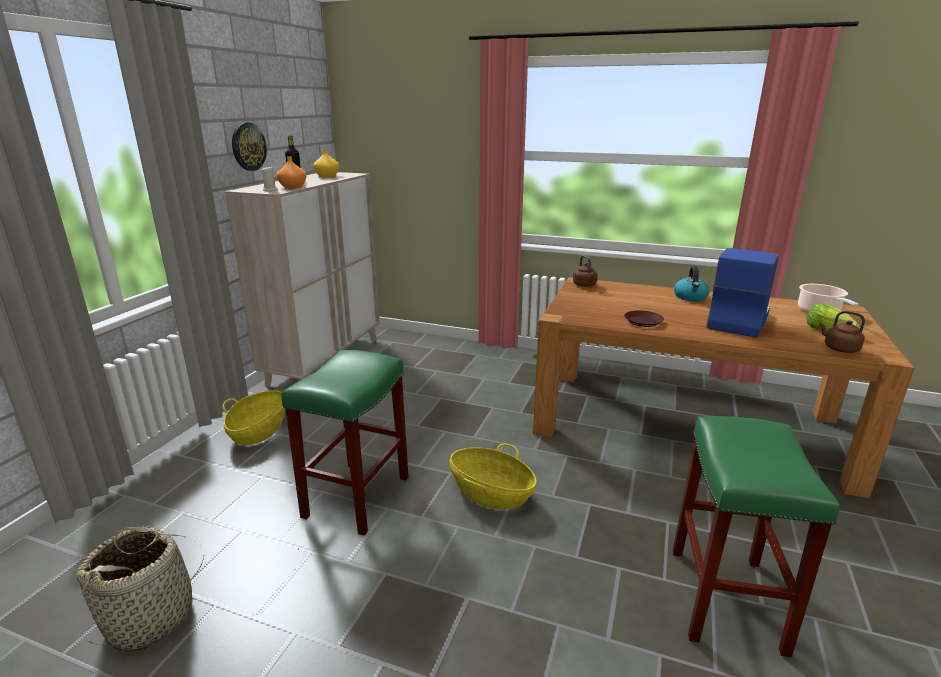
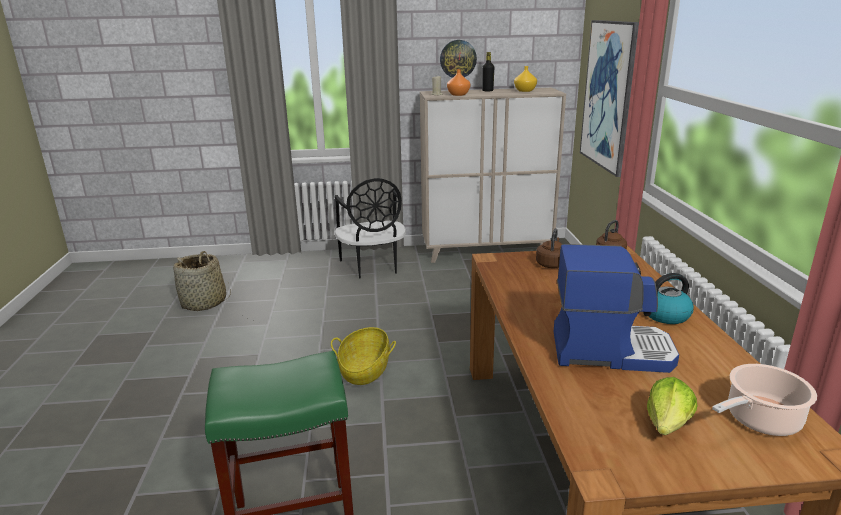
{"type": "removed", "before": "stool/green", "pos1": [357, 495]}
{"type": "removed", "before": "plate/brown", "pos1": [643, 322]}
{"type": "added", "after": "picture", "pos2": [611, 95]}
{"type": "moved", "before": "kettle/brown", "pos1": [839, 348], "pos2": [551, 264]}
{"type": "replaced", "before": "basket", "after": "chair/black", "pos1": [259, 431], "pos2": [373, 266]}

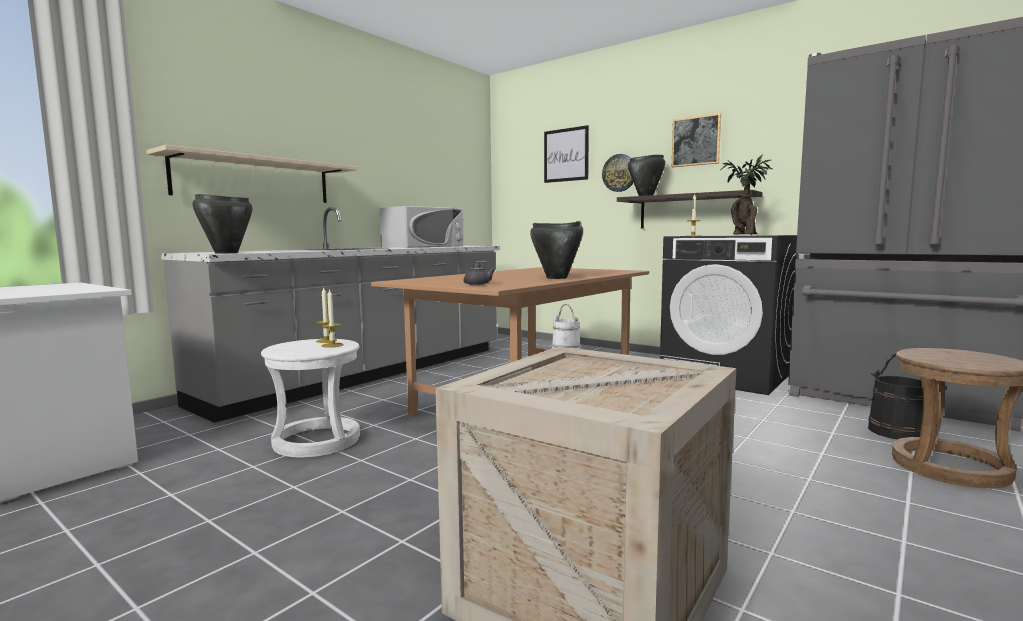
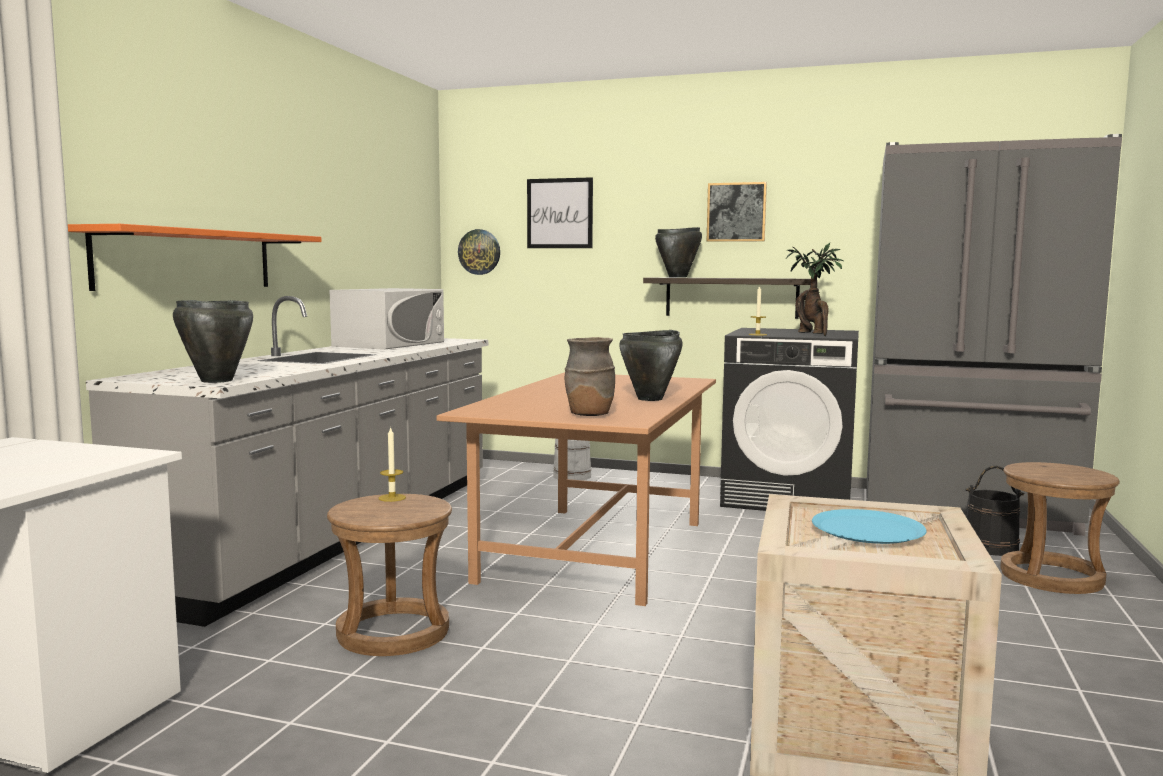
{"type": "removed", "before": "candle", "pos1": [332, 345]}
{"type": "added", "after": "plate/blue", "pos2": [868, 529]}
{"type": "moved", "before": "wall clock", "pos1": [619, 173], "pos2": [479, 252]}
{"type": "replaced", "before": "teapot/grey", "after": "vase/brown", "pos1": [477, 283], "pos2": [589, 415]}
{"type": "recoloured", "before": "shelf/beige", "after": "shelf/orange", "pos1": [254, 180], "pos2": [187, 260]}
{"type": "recoloured", "before": "stool/white", "after": "stool/brown", "pos1": [317, 441], "pos2": [394, 632]}

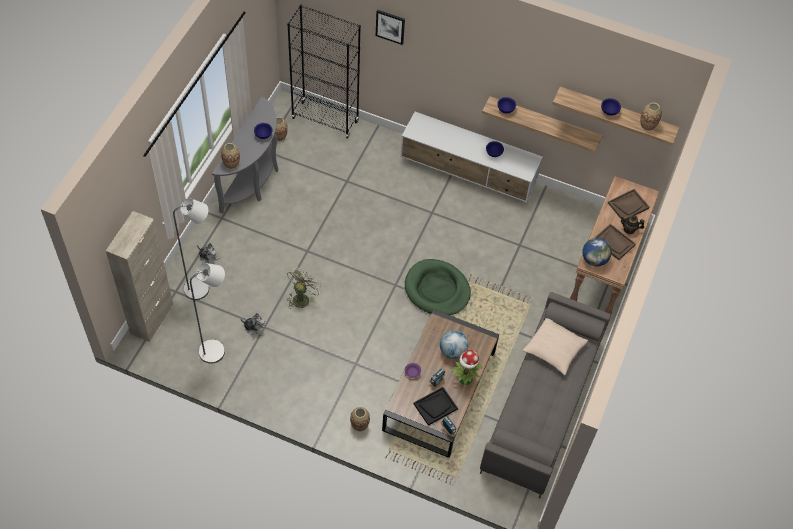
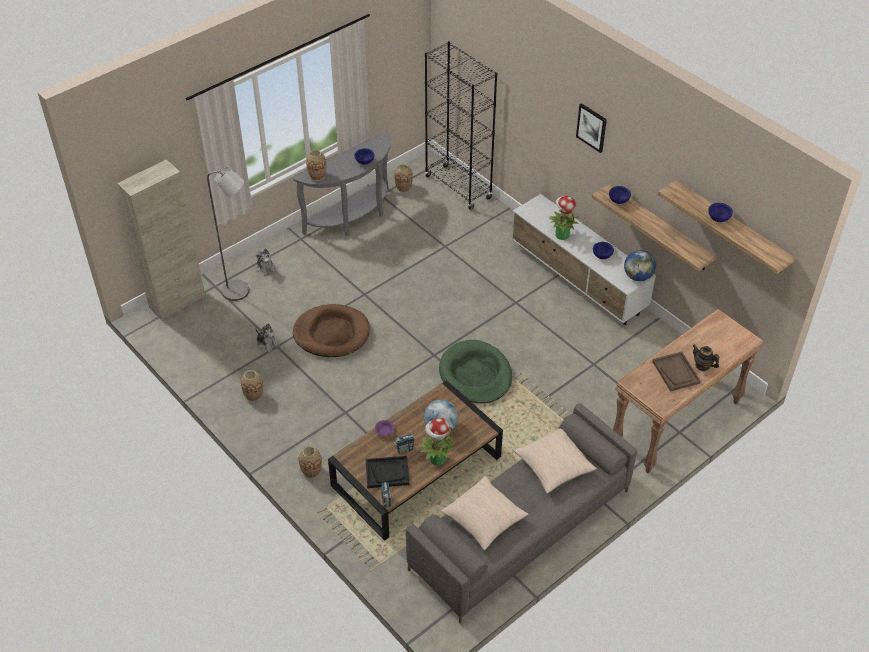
{"type": "removed", "before": "floor lamp/grey", "pos1": [216, 349]}
{"type": "removed", "before": "tray/brown", "pos1": [628, 205]}
{"type": "added", "after": "pillow/beige", "pos2": [484, 518]}
{"type": "added", "after": "potted plant", "pos2": [561, 234]}
{"type": "moved", "before": "picture", "pos1": [390, 26], "pos2": [592, 127]}
{"type": "moved", "before": "globe", "pos1": [594, 259], "pos2": [638, 276]}
{"type": "moved", "before": "vase", "pos1": [647, 125], "pos2": [253, 395]}
{"type": "replaced", "before": "fan/green", "after": "dog bed/brown", "pos1": [302, 297], "pos2": [331, 333]}

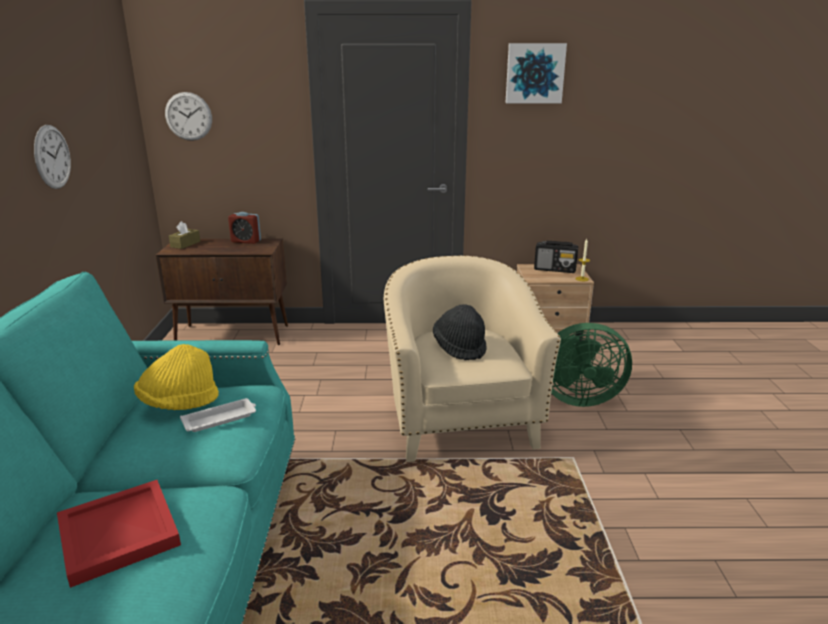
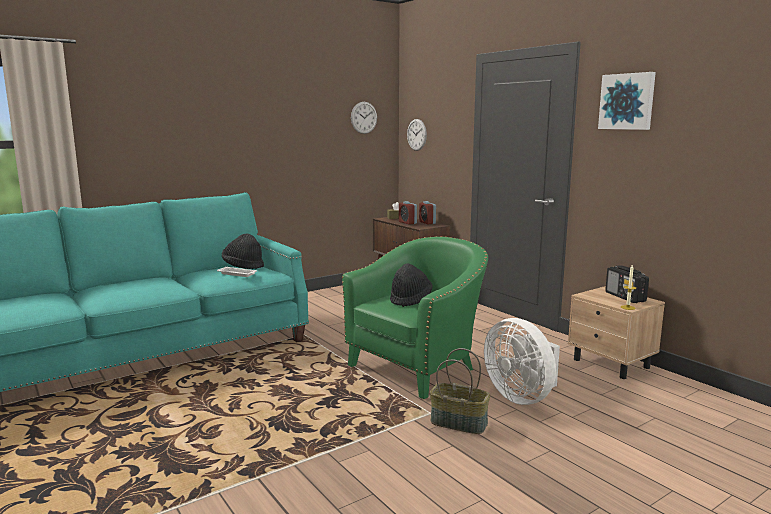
{"type": "removed", "before": "tray/red", "pos1": [120, 532]}
{"type": "added", "after": "alarm clock", "pos2": [407, 223]}
{"type": "added", "after": "basket", "pos2": [459, 422]}
{"type": "moved", "before": "wall clock", "pos1": [52, 157], "pos2": [364, 117]}
{"type": "recoloured", "before": "hat/yellow", "after": "hat/black", "pos1": [179, 403], "pos2": [243, 266]}
{"type": "recoloured", "before": "armchair/beige", "after": "armchair/green", "pos1": [460, 420], "pos2": [418, 367]}
{"type": "recoloured", "before": "fan/green", "after": "fan/white", "pos1": [575, 397], "pos2": [521, 396]}

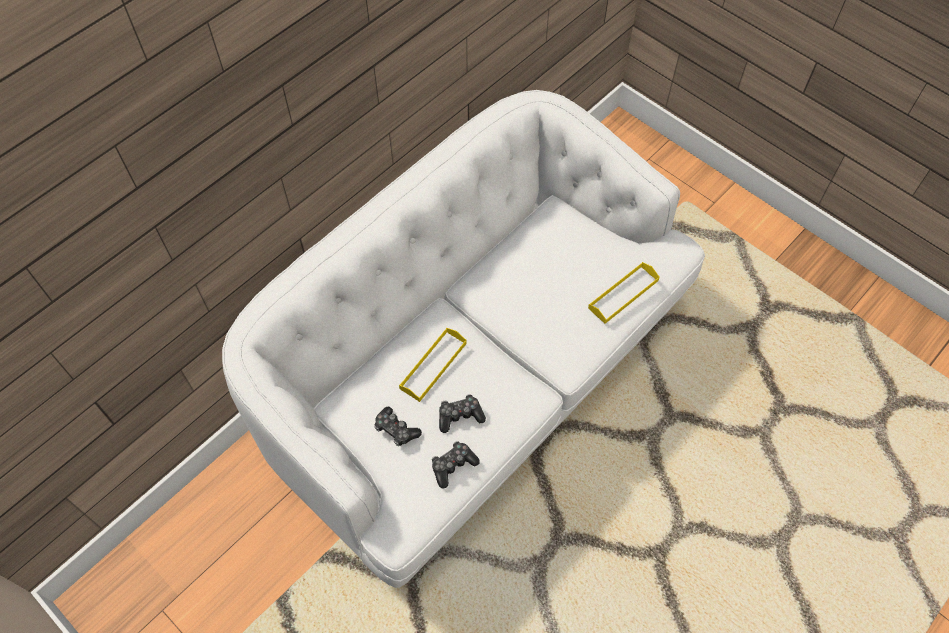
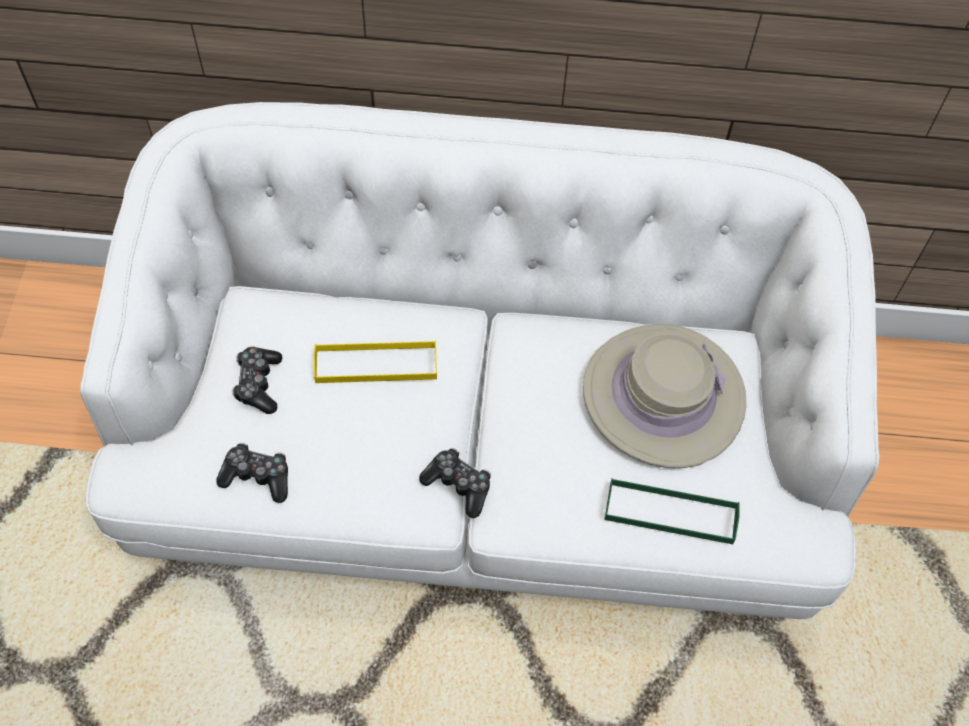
{"type": "added", "after": "hat/beige", "pos2": [663, 396]}
{"type": "moved", "before": "game controller", "pos1": [460, 416], "pos2": [458, 485]}
{"type": "recoloured", "before": "tray/yellow", "after": "tray/green", "pos1": [623, 294], "pos2": [670, 513]}

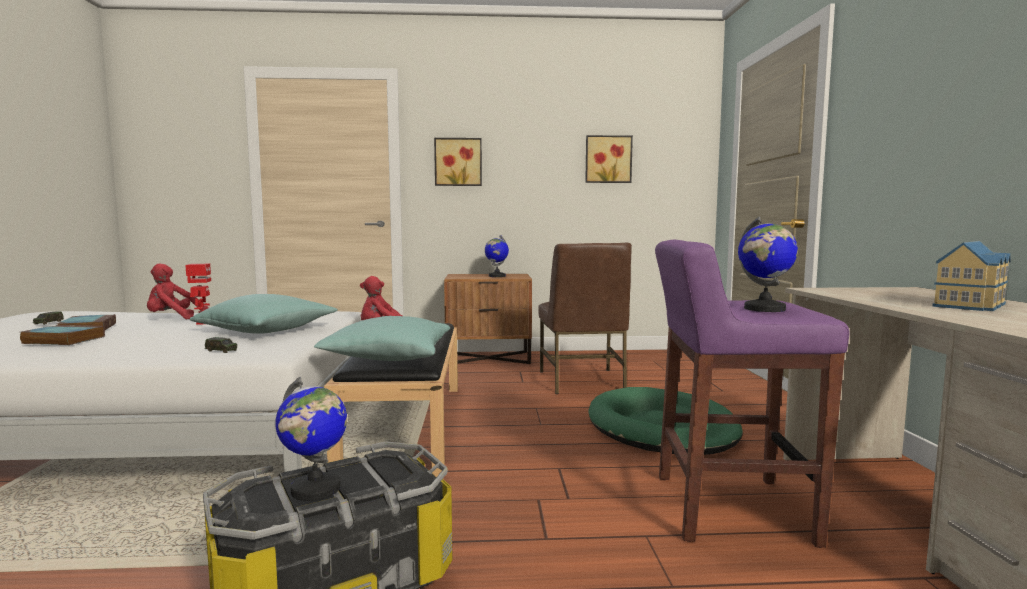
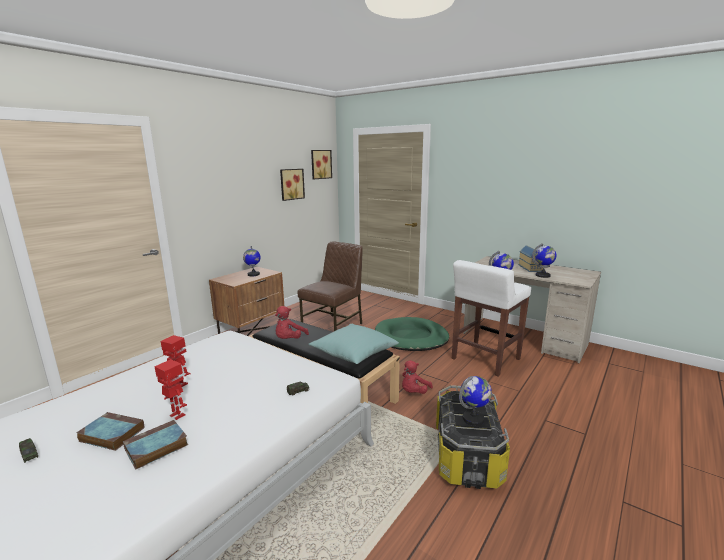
{"type": "removed", "before": "pillow/turquoise", "pos1": [267, 331]}
{"type": "added", "after": "toy robot", "pos2": [176, 416]}
{"type": "added", "after": "globe", "pos2": [543, 275]}
{"type": "moved", "before": "plush toy/red", "pos1": [173, 318], "pos2": [414, 392]}
{"type": "moved", "before": "picture", "pos1": [458, 162], "pos2": [320, 164]}
{"type": "recoloured", "before": "stool/purple", "after": "stool/white", "pos1": [728, 508], "pos2": [485, 359]}
{"type": "turned", "before": "chair/brown", "pos1": [582, 381], "pos2": [334, 326], "turn": -90}

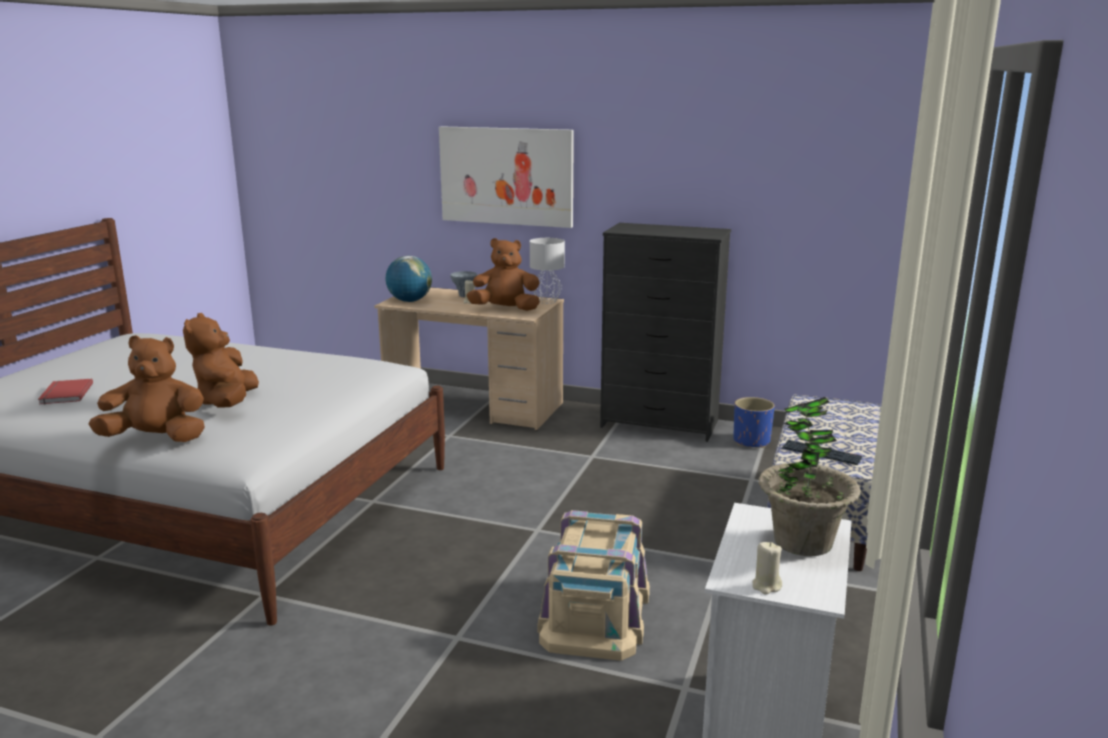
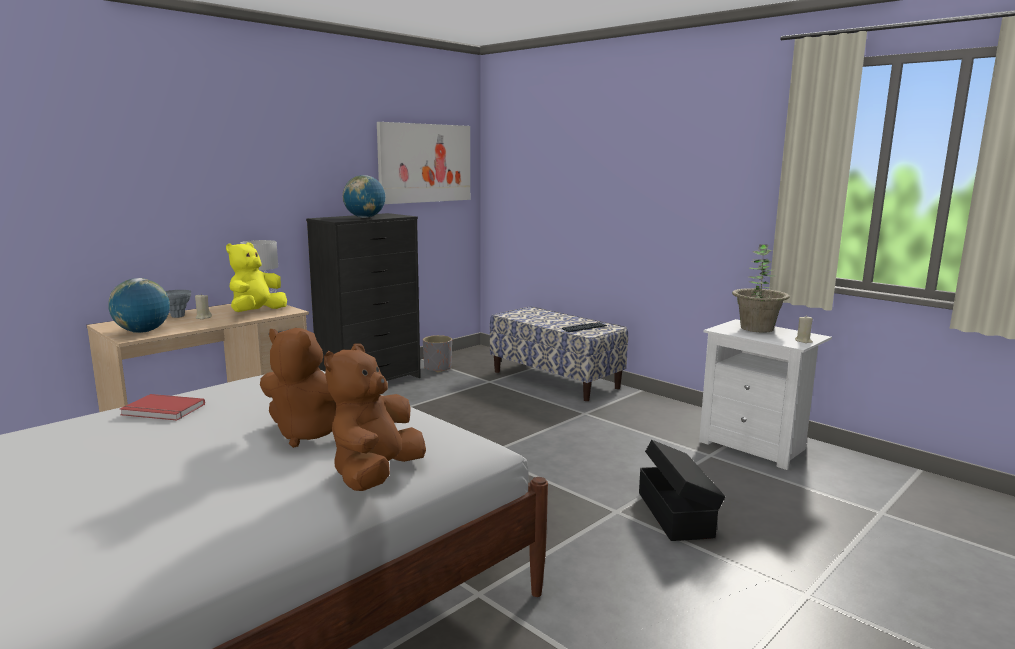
{"type": "removed", "before": "storage box/beige", "pos1": [596, 613]}
{"type": "added", "after": "globe", "pos2": [365, 217]}
{"type": "added", "after": "storage box/black", "pos2": [676, 513]}
{"type": "moved", "before": "book/red", "pos1": [64, 394], "pos2": [162, 410]}
{"type": "moved", "before": "picture", "pos1": [506, 176], "pos2": [425, 163]}
{"type": "recoloured", "before": "plush toy/brown", "after": "plush toy/yellow", "pos1": [505, 309], "pos2": [256, 313]}
{"type": "recoloured", "before": "planter/blue", "after": "planter/grey", "pos1": [751, 441], "pos2": [437, 368]}

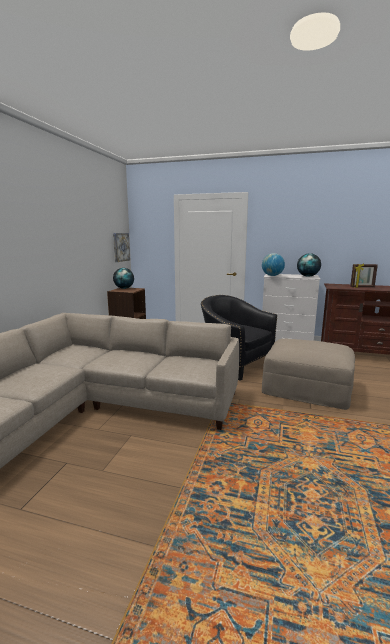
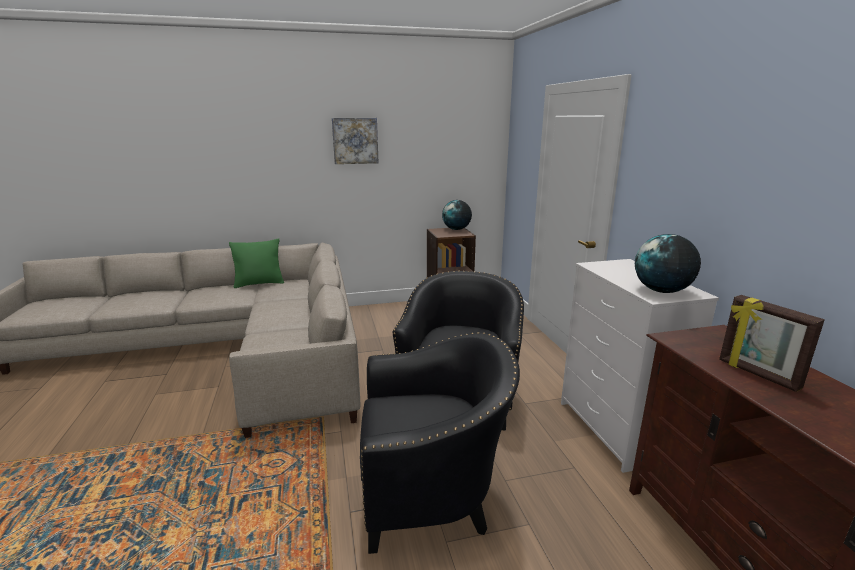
{"type": "removed", "before": "globe", "pos1": [272, 275]}
{"type": "added", "after": "pillow/green", "pos2": [259, 284]}
{"type": "moved", "before": "picture", "pos1": [120, 247], "pos2": [355, 141]}
{"type": "replaced", "before": "ottoman/beige", "after": "armchair/black", "pos1": [307, 388], "pos2": [432, 493]}

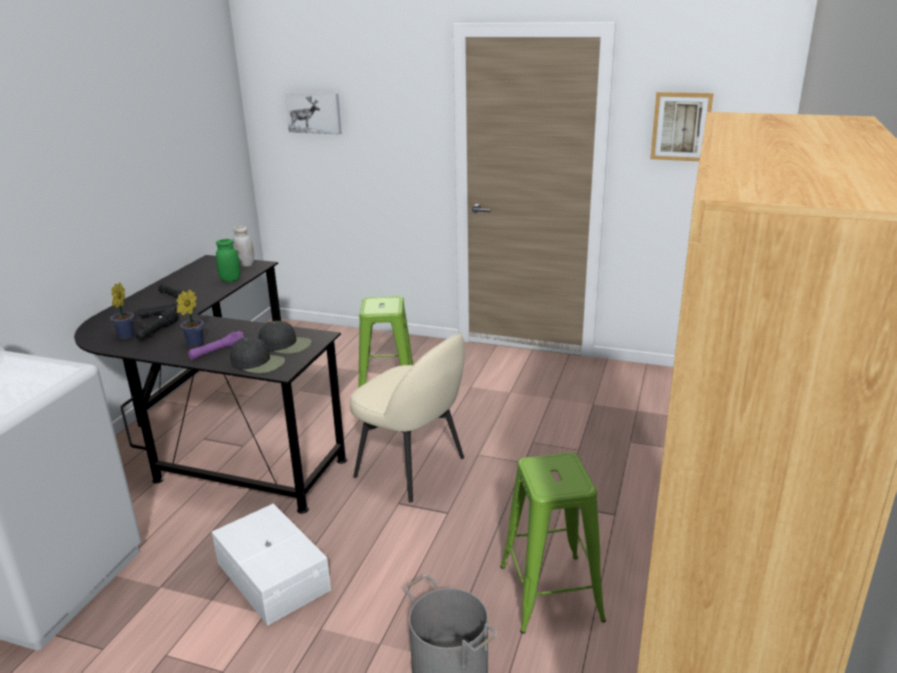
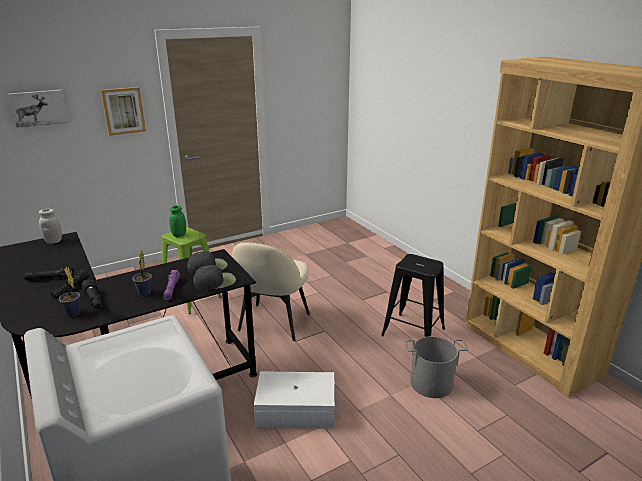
{"type": "moved", "before": "jar/green", "pos1": [230, 280], "pos2": [179, 235]}
{"type": "moved", "before": "picture", "pos1": [681, 126], "pos2": [123, 110]}
{"type": "recoloured", "before": "stool/green", "after": "stool/black", "pos1": [550, 593], "pos2": [413, 332]}
{"type": "turned", "before": "chair/beige", "pos1": [412, 468], "pos2": [273, 323], "turn": 120}

